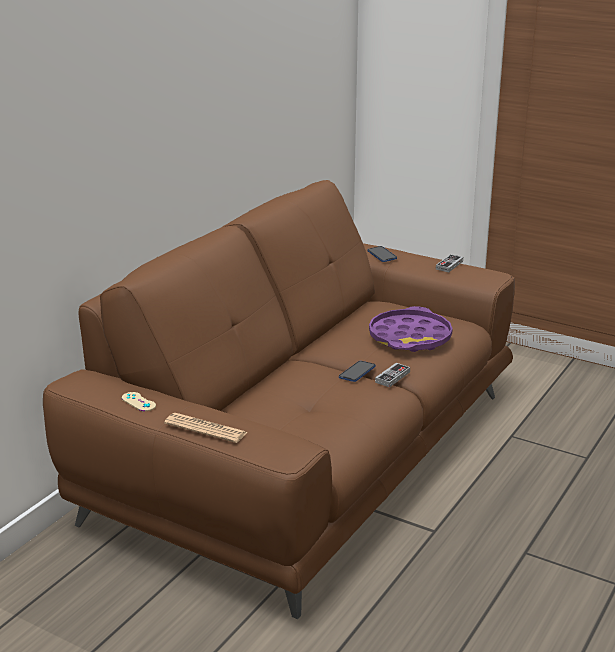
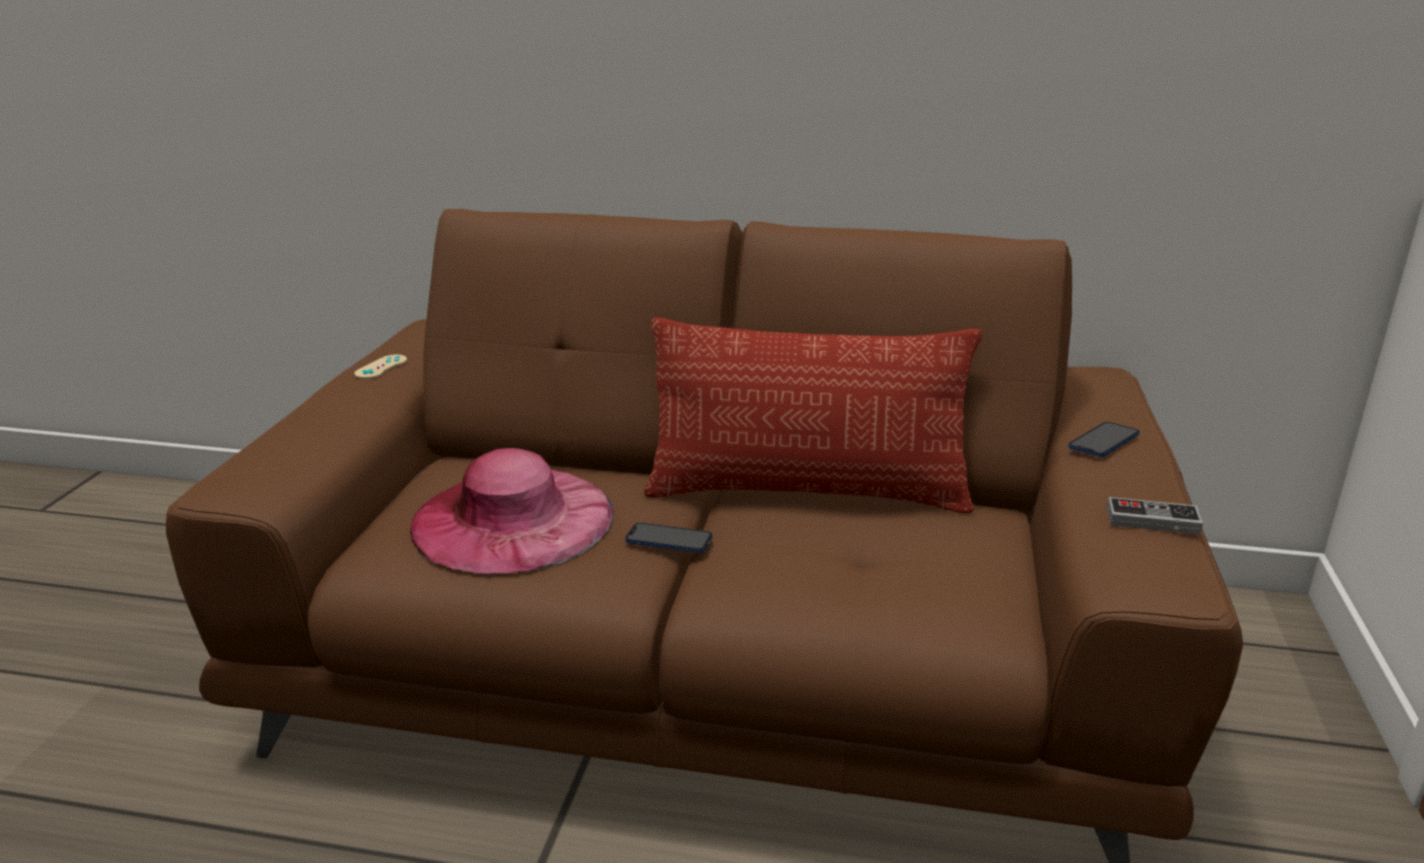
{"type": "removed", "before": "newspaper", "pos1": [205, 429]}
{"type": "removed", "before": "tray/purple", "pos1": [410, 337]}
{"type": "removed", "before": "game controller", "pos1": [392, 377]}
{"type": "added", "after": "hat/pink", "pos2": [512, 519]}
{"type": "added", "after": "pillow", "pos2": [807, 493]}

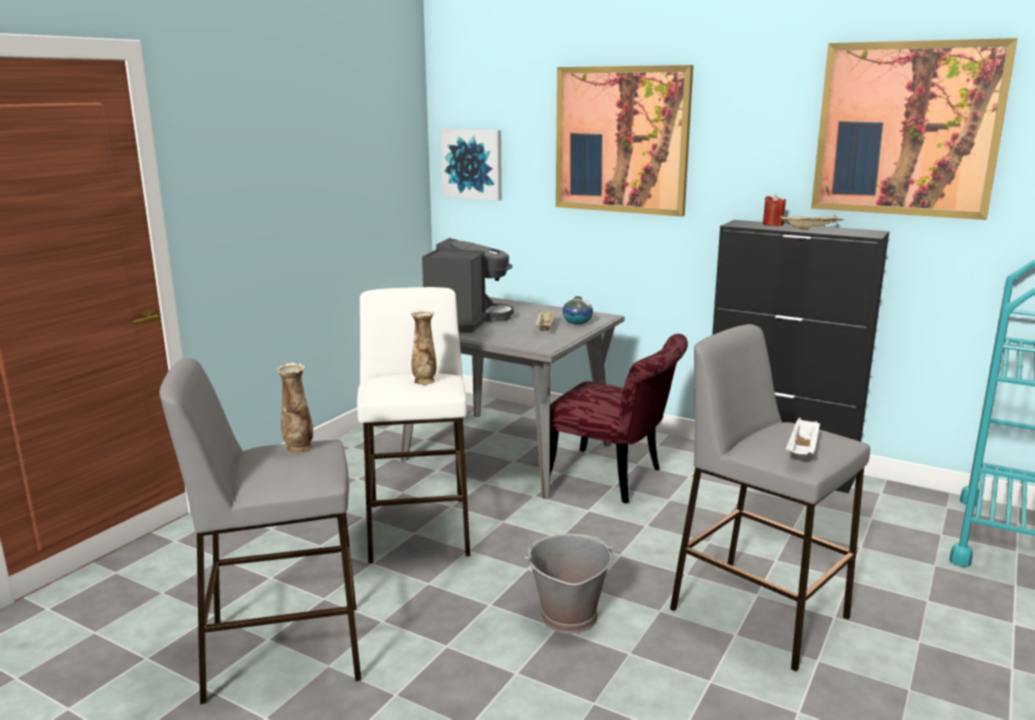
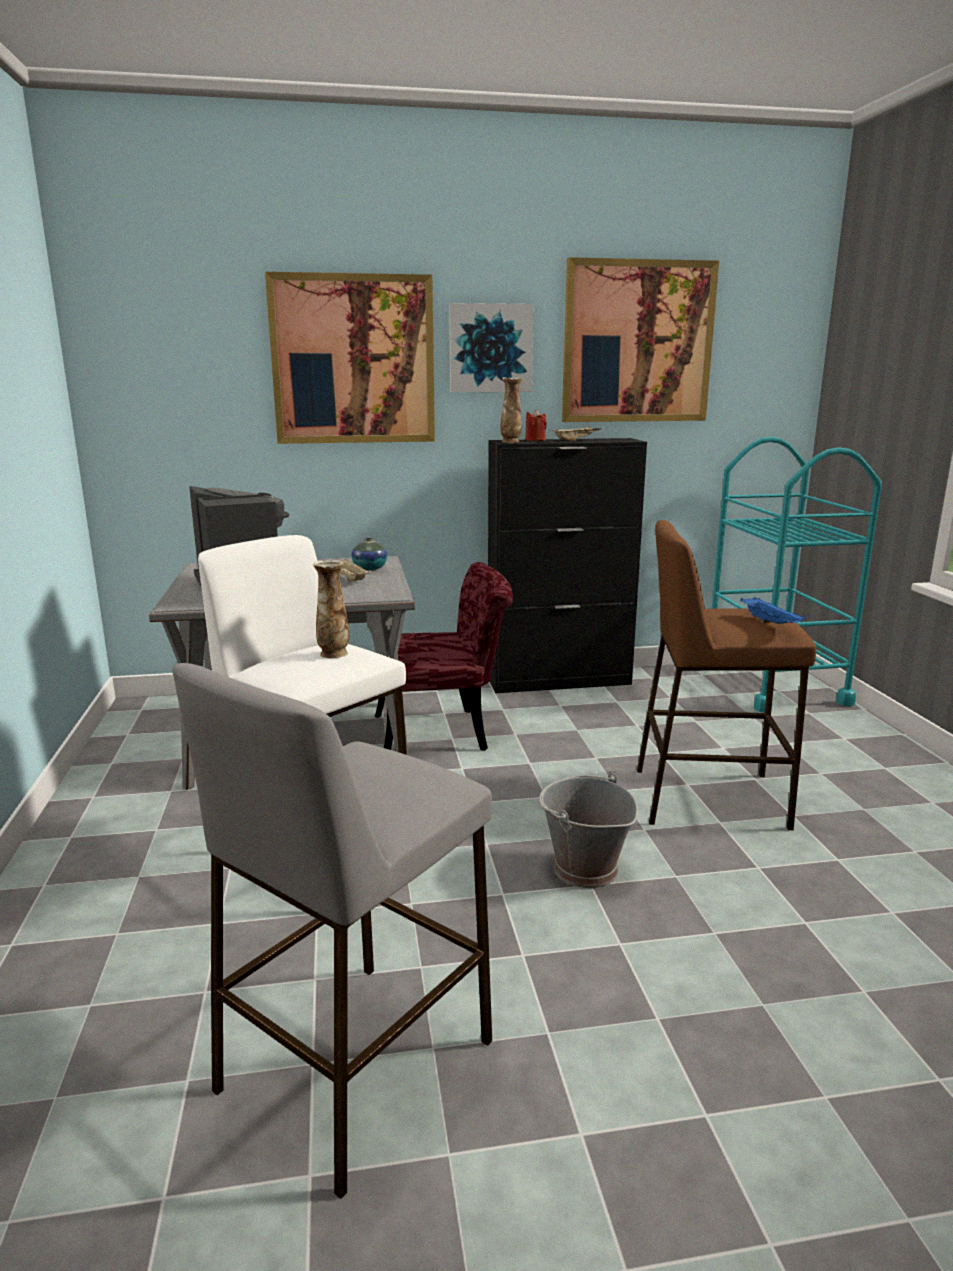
{"type": "moved", "before": "vase", "pos1": [298, 448], "pos2": [511, 442]}
{"type": "moved", "before": "picture", "pos1": [472, 164], "pos2": [490, 348]}
{"type": "recoloured", "before": "stool/grey", "after": "stool/brown", "pos1": [757, 612], "pos2": [708, 798]}
{"type": "recoloured", "before": "tray/white", "after": "tray/blue", "pos1": [802, 451], "pos2": [771, 624]}

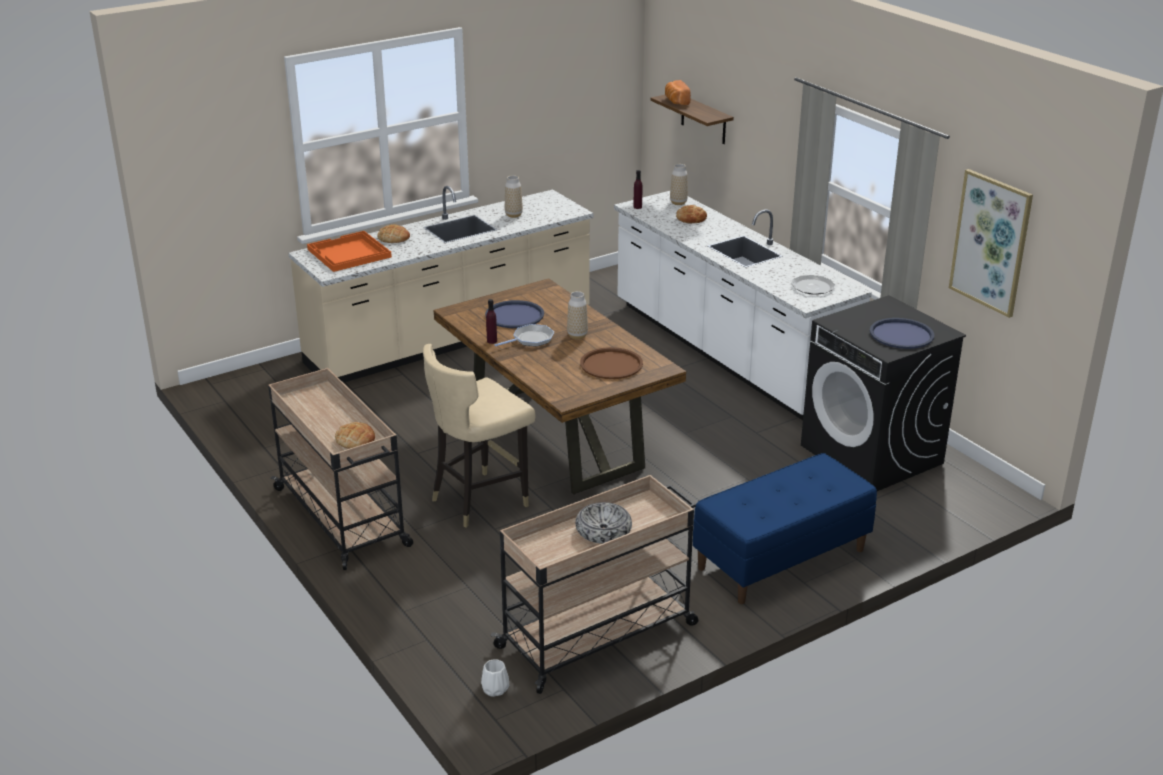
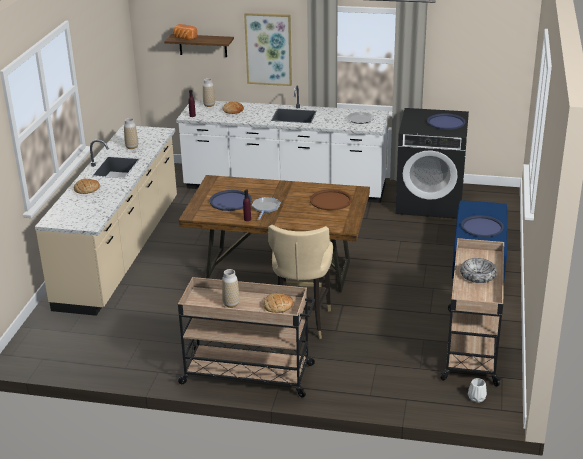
{"type": "removed", "before": "tray/orange", "pos1": [349, 254]}
{"type": "added", "after": "tray/blue", "pos2": [482, 227]}
{"type": "moved", "before": "vase", "pos1": [577, 336], "pos2": [231, 304]}
{"type": "moved", "before": "picture", "pos1": [991, 242], "pos2": [268, 49]}

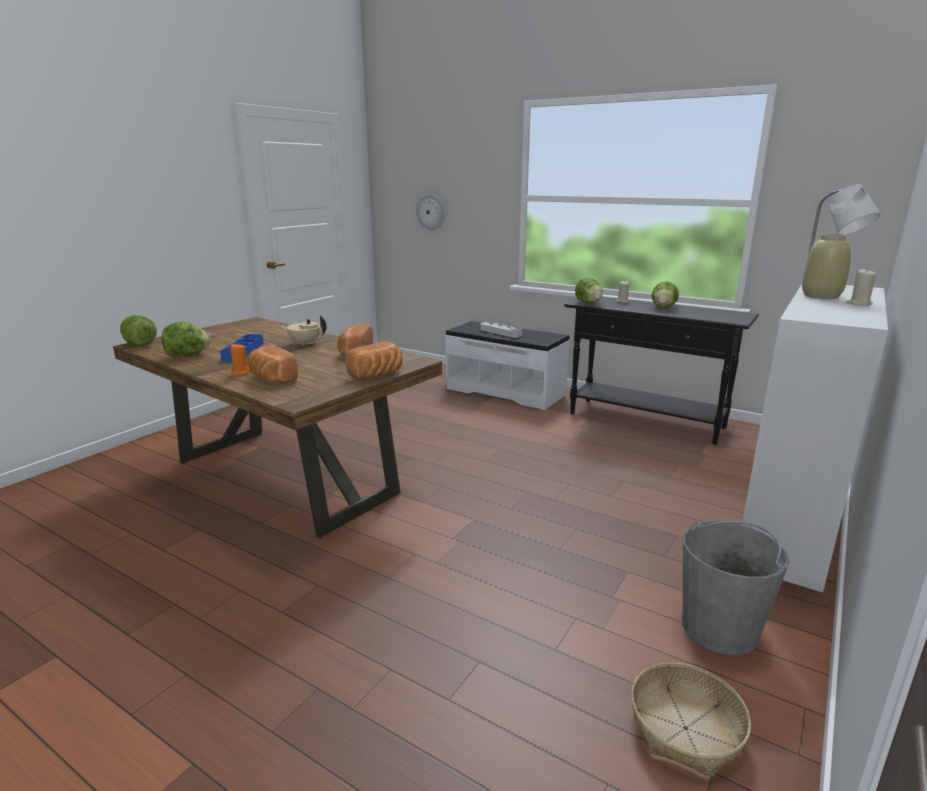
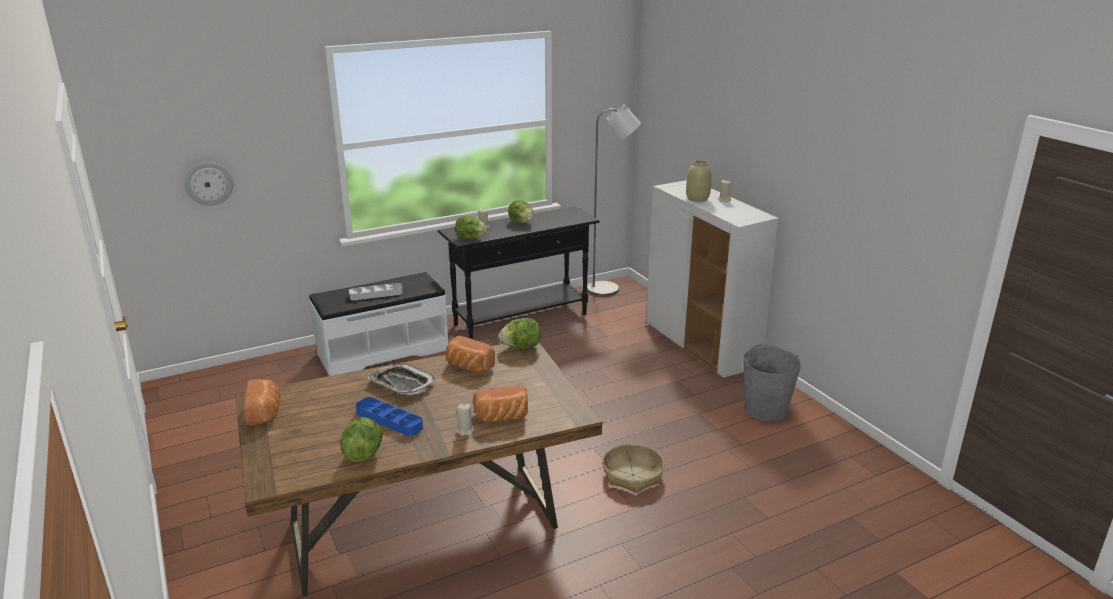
{"type": "moved", "before": "lettuce", "pos1": [140, 344], "pos2": [521, 347]}
{"type": "moved", "before": "bread", "pos1": [377, 374], "pos2": [265, 413]}
{"type": "moved", "before": "basket", "pos1": [686, 728], "pos2": [633, 475]}
{"type": "replaced", "before": "teapot/beige", "after": "tray", "pos1": [305, 343], "pos2": [401, 384]}
{"type": "recoloured", "before": "candle/orange", "after": "candle/beige", "pos1": [240, 372], "pos2": [465, 430]}

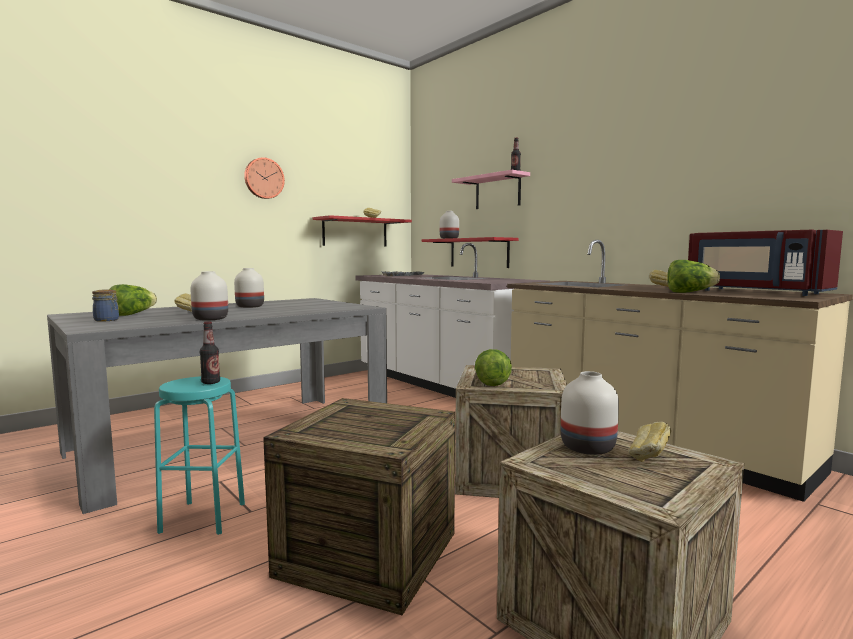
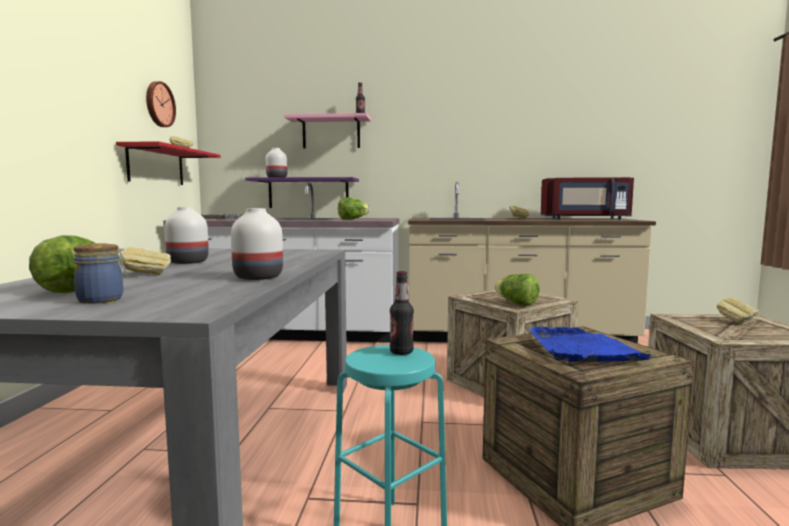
{"type": "removed", "before": "vase/white", "pos1": [589, 448]}
{"type": "added", "after": "tray/blue", "pos2": [582, 349]}
{"type": "moved", "before": "wall clock", "pos1": [263, 178], "pos2": [159, 104]}
{"type": "moved", "before": "lettuce", "pos1": [689, 292], "pos2": [352, 219]}
{"type": "recoloured", "before": "shelf/red", "after": "shelf/purple", "pos1": [479, 253], "pos2": [308, 193]}

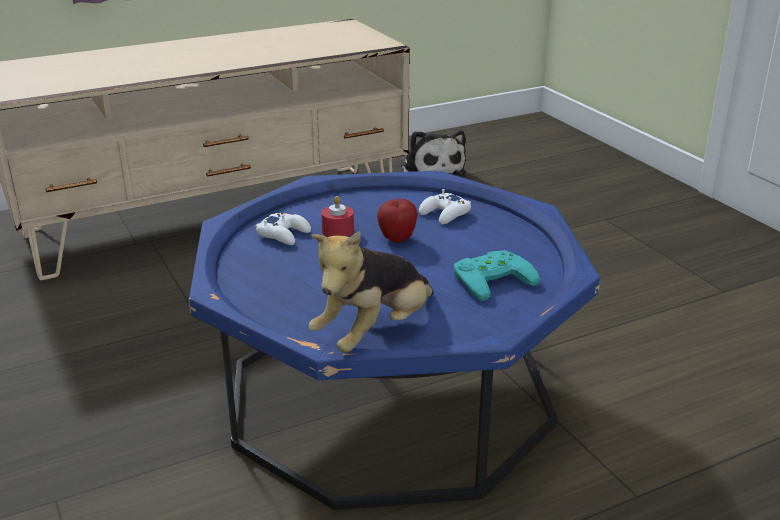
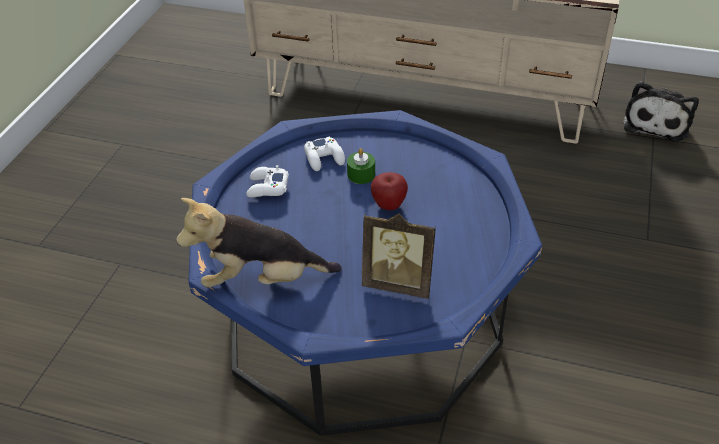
{"type": "moved", "before": "game controller/white", "pos1": [445, 214], "pos2": [267, 187]}
{"type": "replaced", "before": "game controller/turquoise", "after": "picture frame", "pos1": [490, 278], "pos2": [398, 283]}
{"type": "recoloured", "before": "candle/red", "after": "candle/green", "pos1": [338, 231], "pos2": [361, 174]}

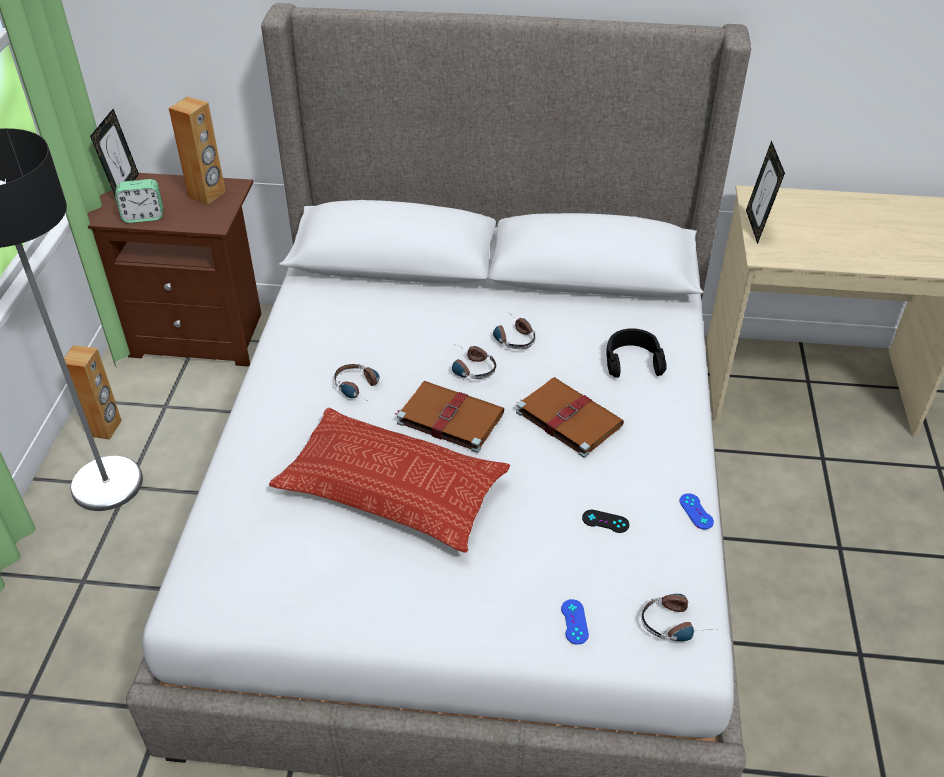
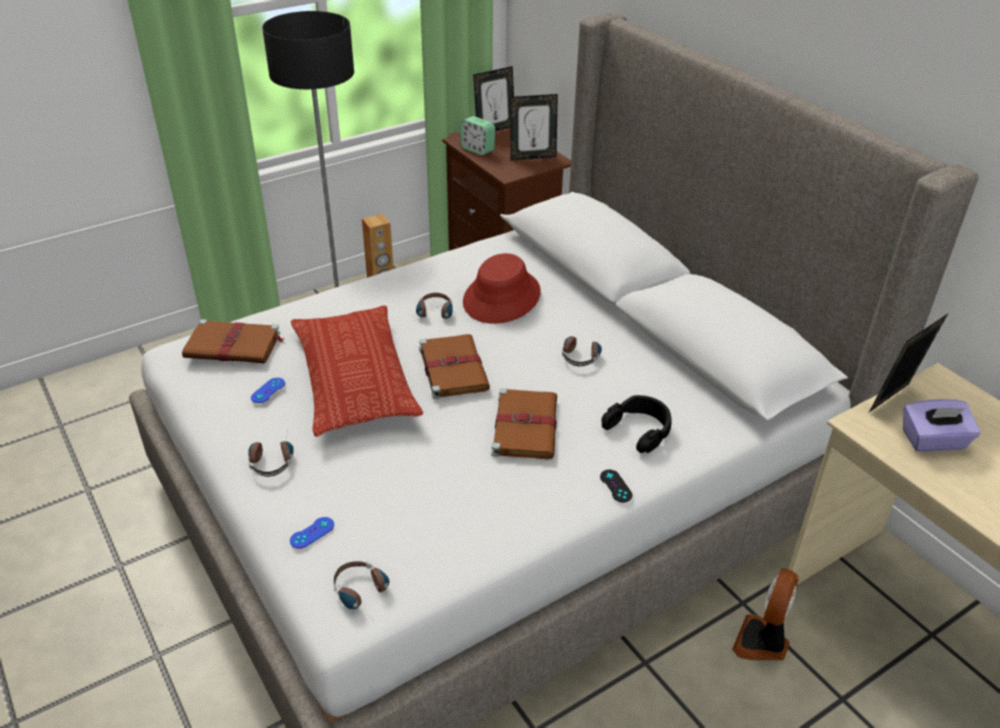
{"type": "added", "after": "book/brown", "pos2": [234, 345]}
{"type": "added", "after": "hat/red", "pos2": [502, 297]}
{"type": "added", "after": "fan", "pos2": [762, 642]}
{"type": "added", "after": "tissue box/purple", "pos2": [933, 441]}
{"type": "moved", "before": "headphones", "pos1": [469, 367], "pos2": [272, 459]}
{"type": "moved", "before": "game controller/black", "pos1": [605, 521], "pos2": [616, 486]}
{"type": "moved", "before": "game controller/blue", "pos1": [696, 511], "pos2": [268, 390]}
{"type": "replaced", "before": "speaker/brown", "after": "picture frame", "pos1": [207, 195], "pos2": [532, 157]}

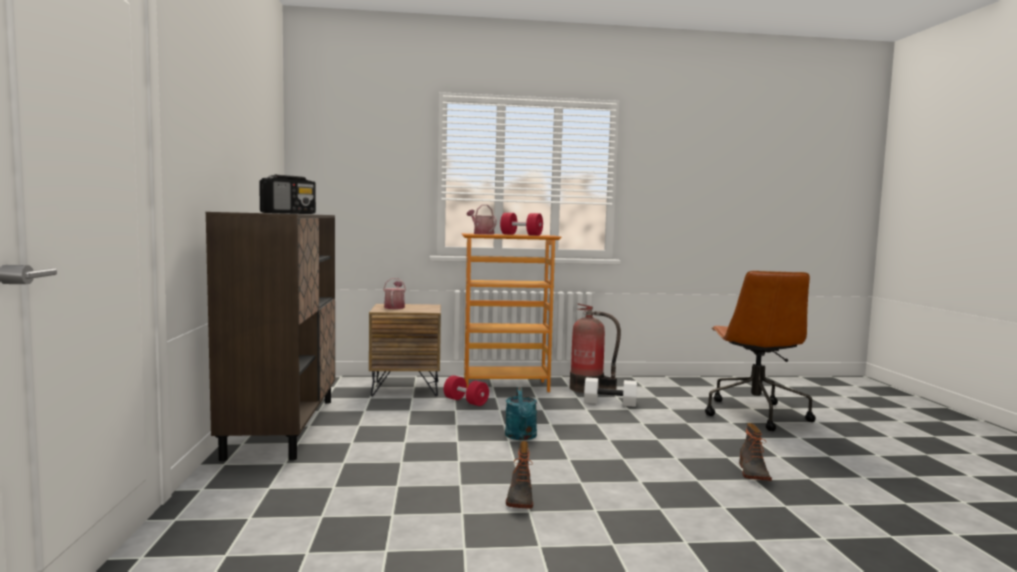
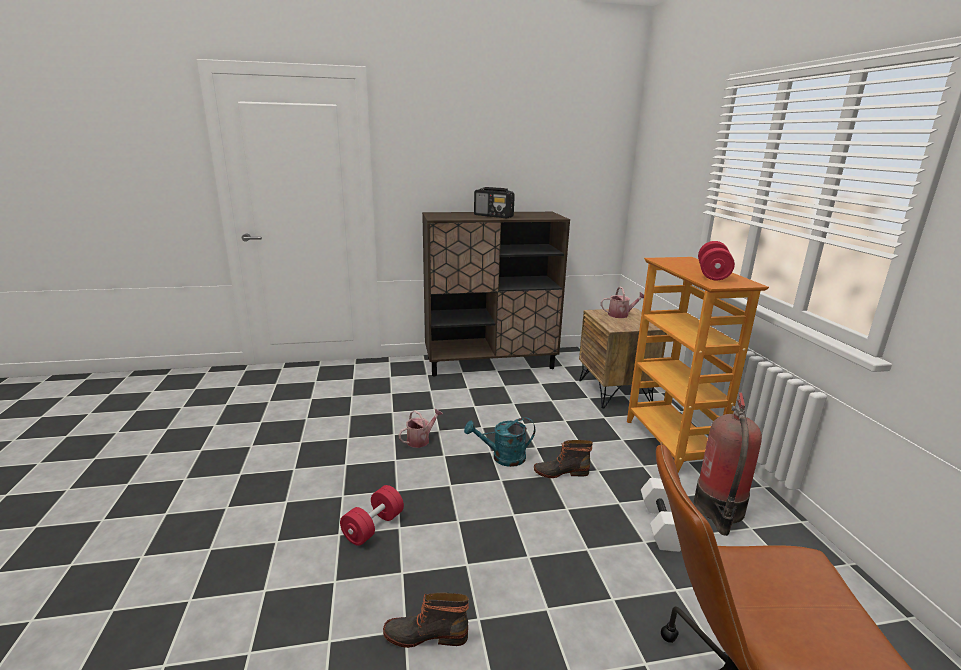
{"type": "moved", "before": "dumbbell/red", "pos1": [465, 401], "pos2": [373, 527]}
{"type": "moved", "before": "watering can", "pos1": [482, 233], "pos2": [421, 440]}
{"type": "moved", "before": "boot", "pos1": [519, 498], "pos2": [561, 471]}

